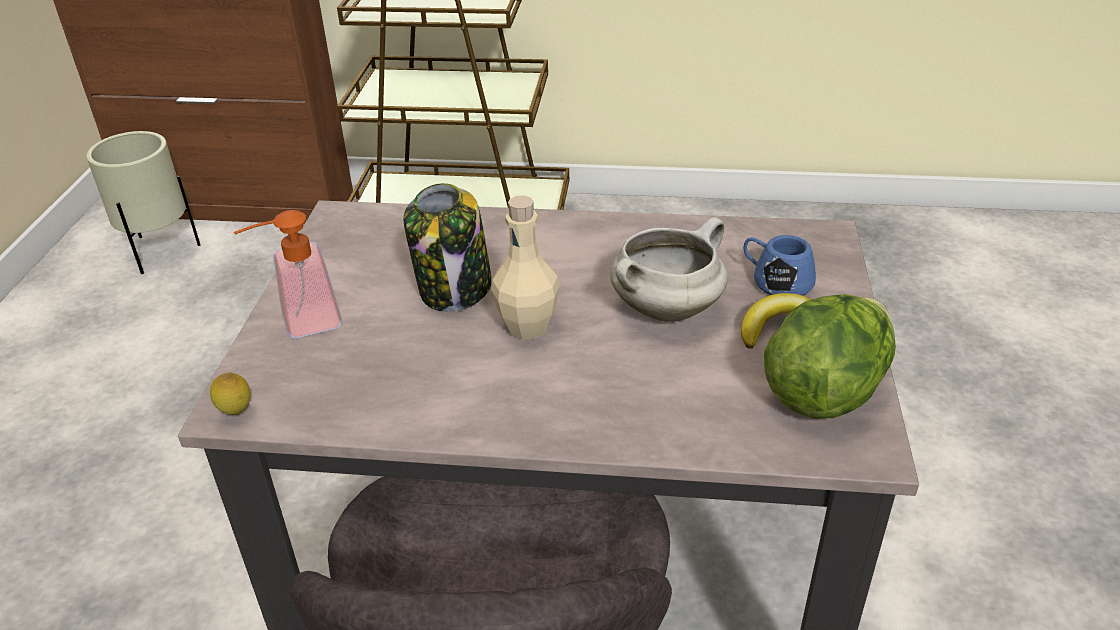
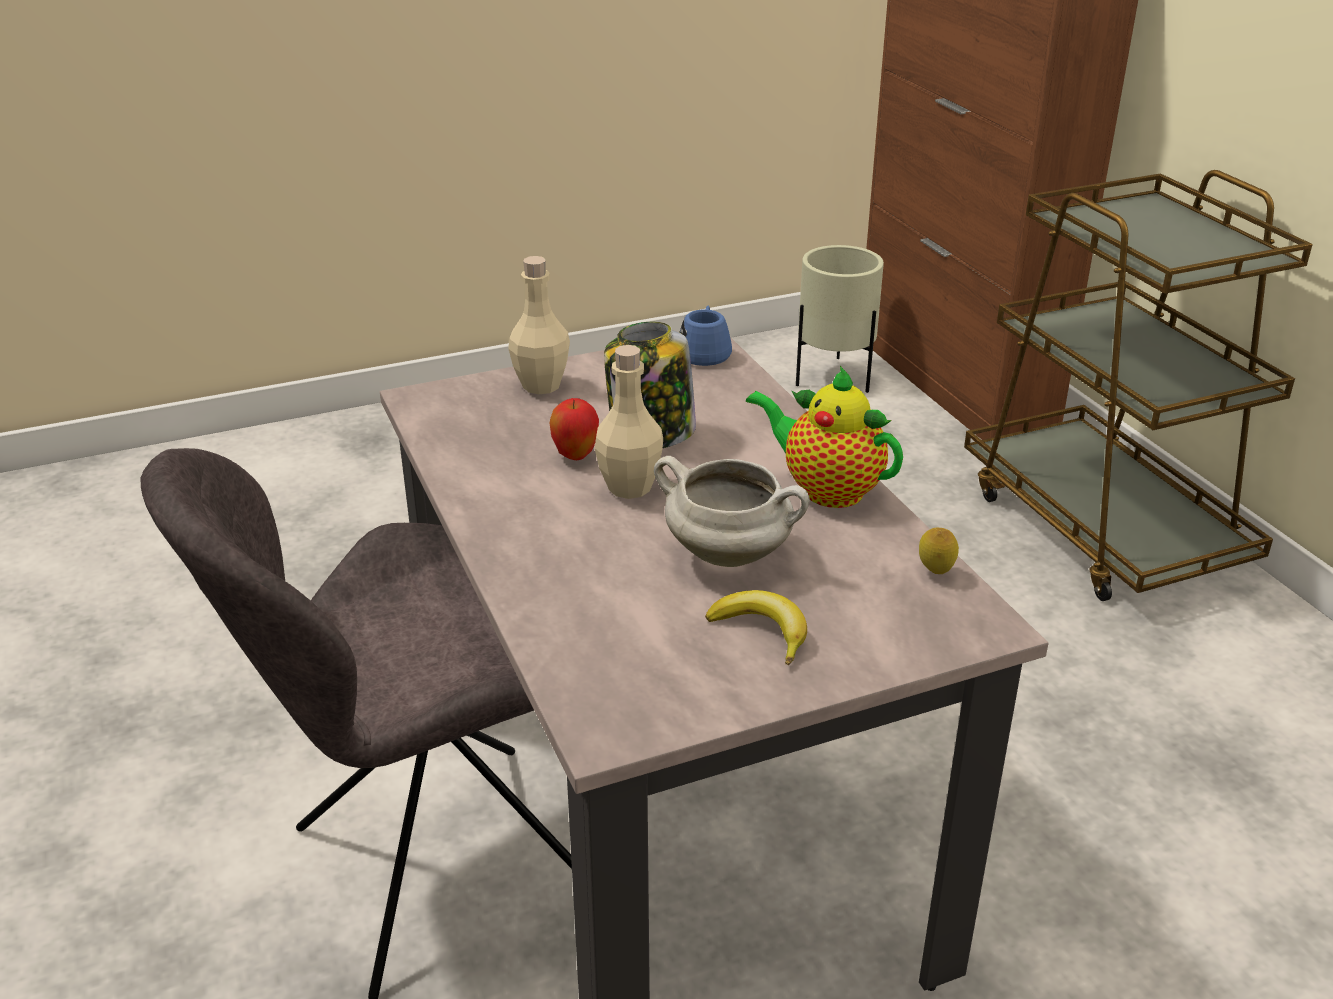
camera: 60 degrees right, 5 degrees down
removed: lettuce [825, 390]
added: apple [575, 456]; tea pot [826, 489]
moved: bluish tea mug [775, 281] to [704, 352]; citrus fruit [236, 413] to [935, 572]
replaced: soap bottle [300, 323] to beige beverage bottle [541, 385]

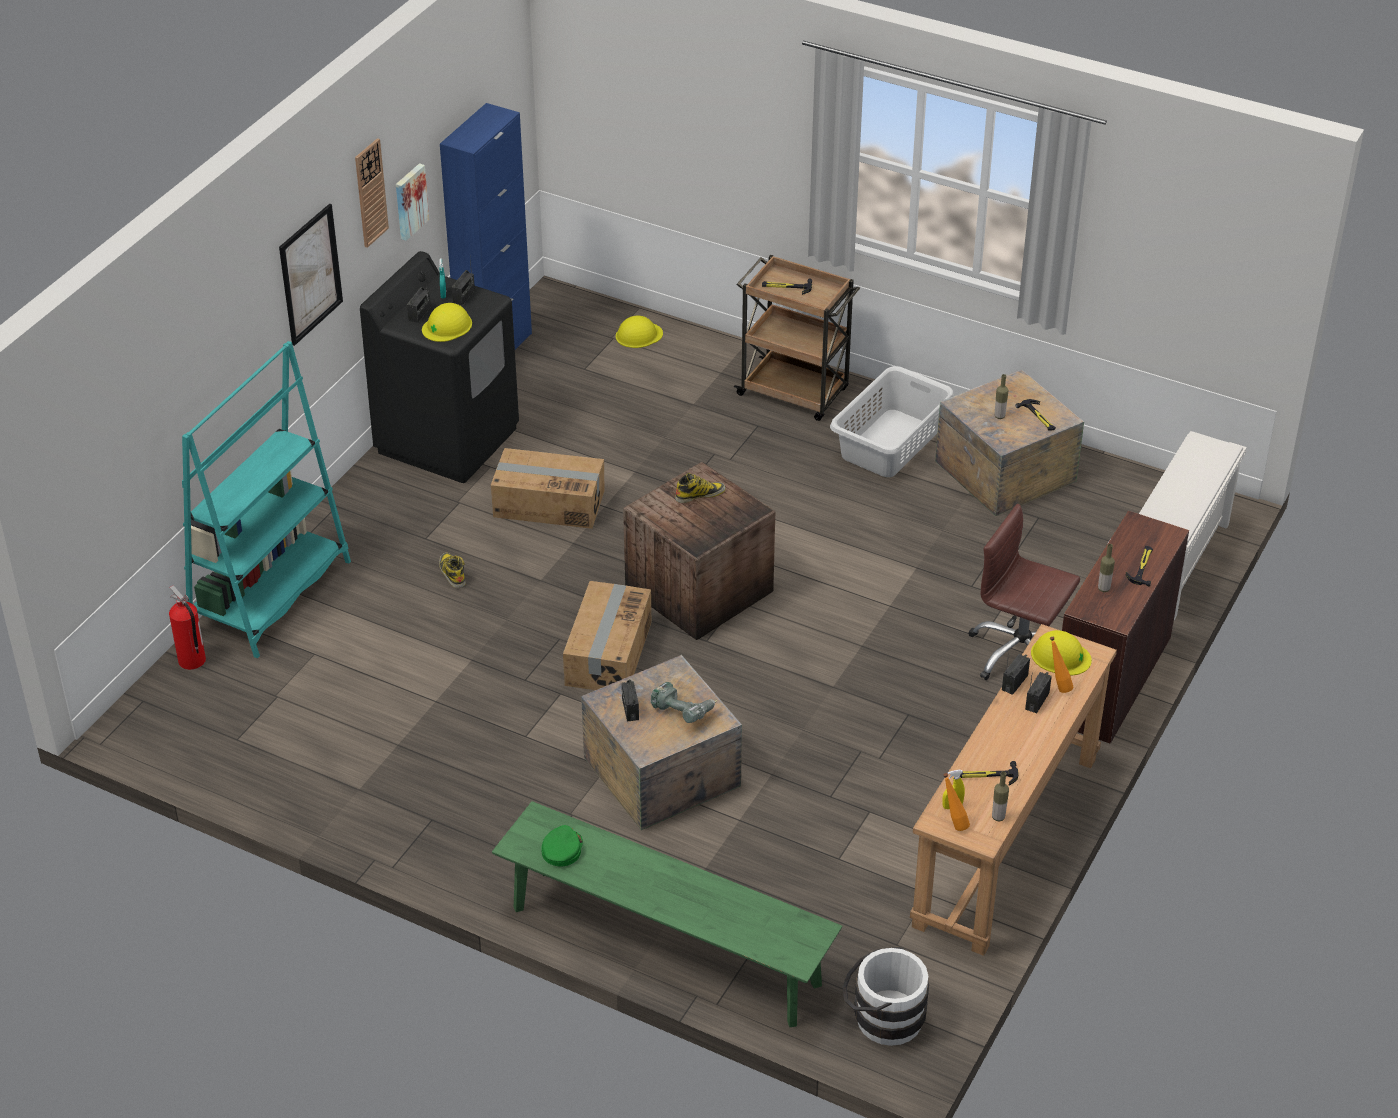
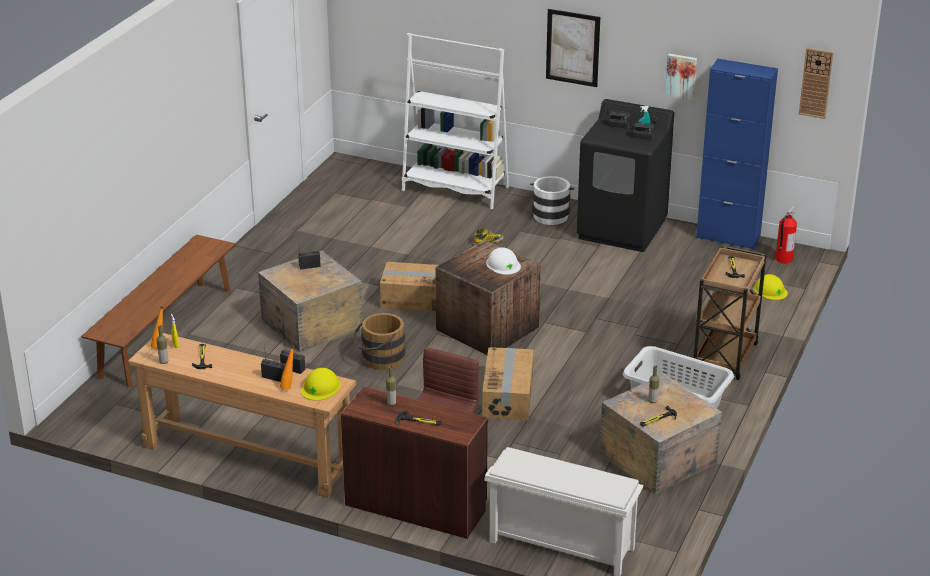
camera: 85 degrees right, 10 degrees down
removed: yellow-coloured work helmet [447, 326]; greenish peaked cap [562, 849]; power drill [684, 711]
added: brown-coloured bucket [380, 360]
moved: cardboard box [549, 503] to [508, 396]; whitish bucket [882, 1017] to [551, 214]; fire extinguisher [192, 661] to [783, 259]; clock on the wall [370, 193] to [816, 83]
replaced: boot [700, 494] to whitish work helmet [503, 264]
recoloured: greenish indoor bench [665, 946] to brown-coloured indoor bench [166, 332]; blue-green shelving unit [270, 597] to whitish shelving unit [455, 189]

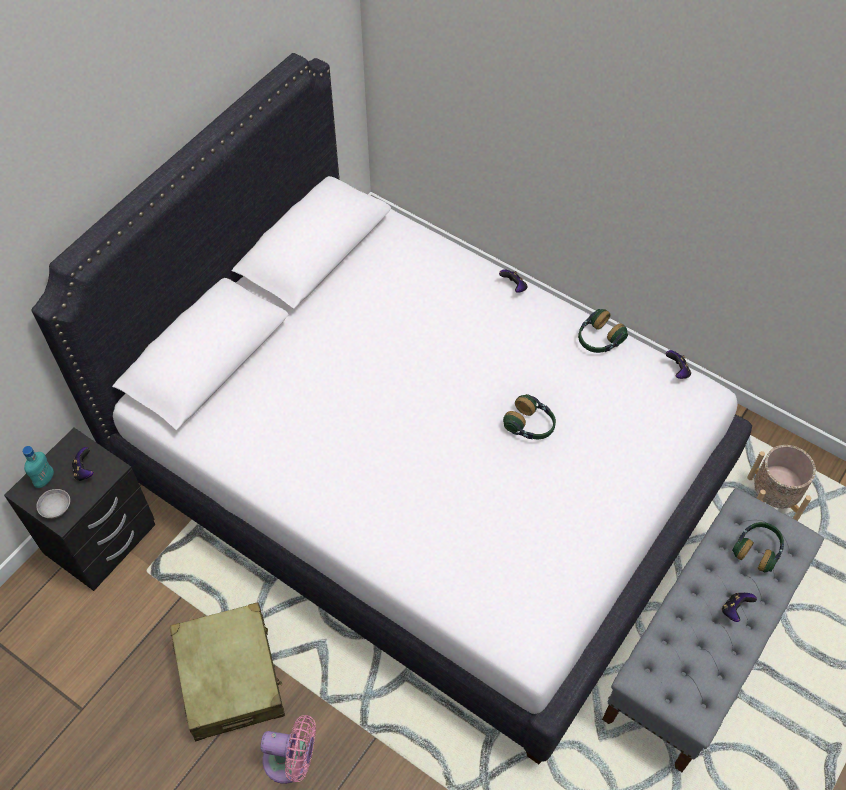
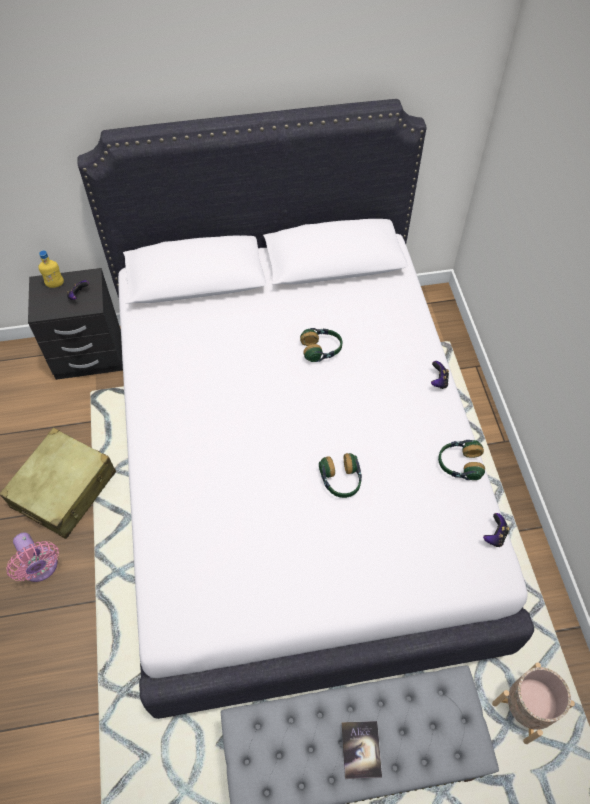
camera: 45 degrees right, 0 degrees up
removed: grey serving bowl [56, 508]
moved: pair of headphones [757, 550] to [321, 349]
replaced: game controller [734, 610] to book [361, 750]
recoloured: blue-green beverage bottle [45, 480] to yellow-coloured beverage bottle [55, 284]

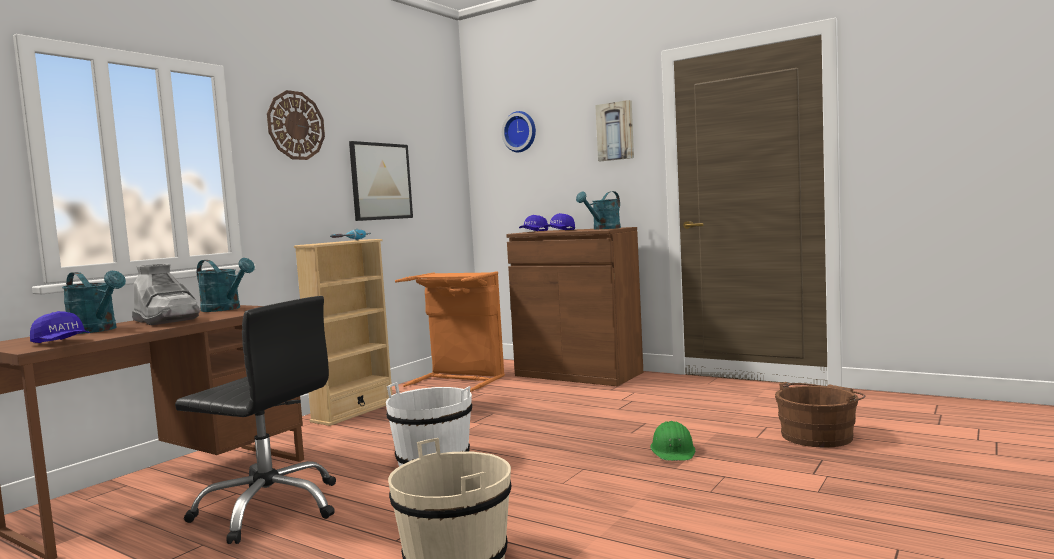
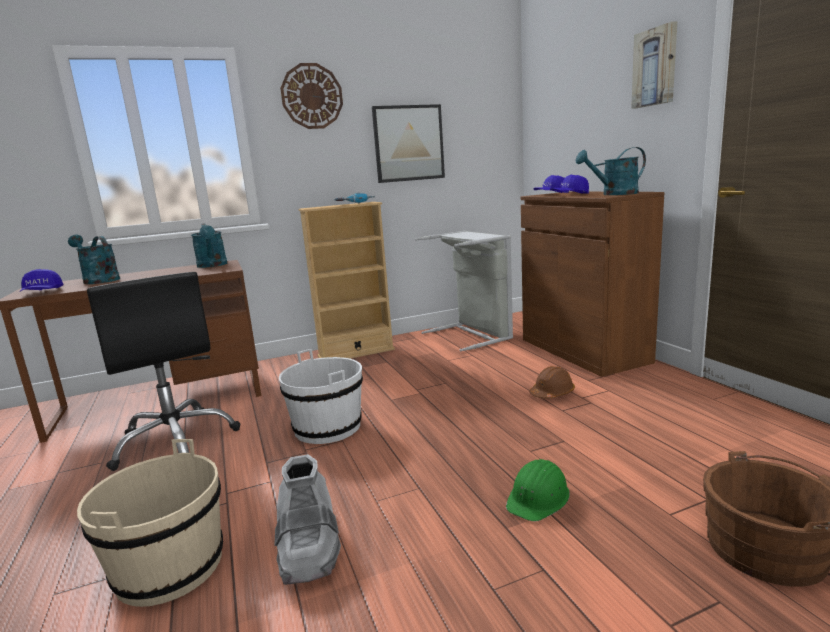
camera: 35 degrees right, 10 degrees up
removed: clock on the wall [520, 132]
added: brown-coloured work helmet [552, 393]
moved: grey boot [167, 321] to [309, 546]
recoloured: orange-coloured laundry basket [460, 379] to grey laundry basket [473, 334]
turned: blue-green watering pot [97, 330] = [98, 280] 150 degrees clockwise

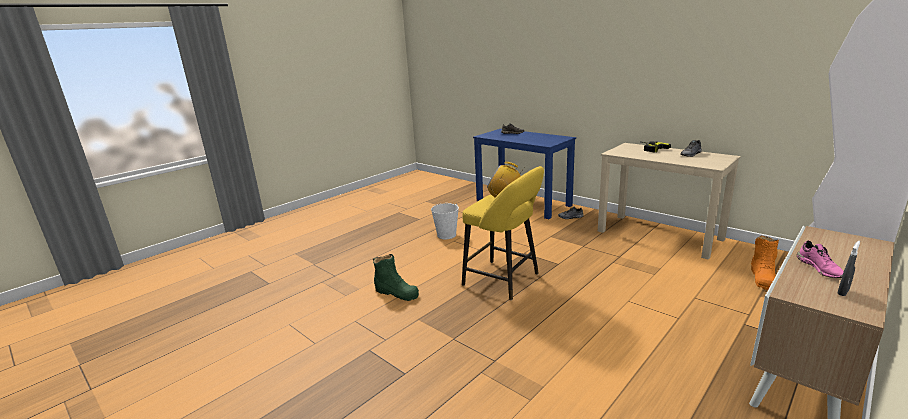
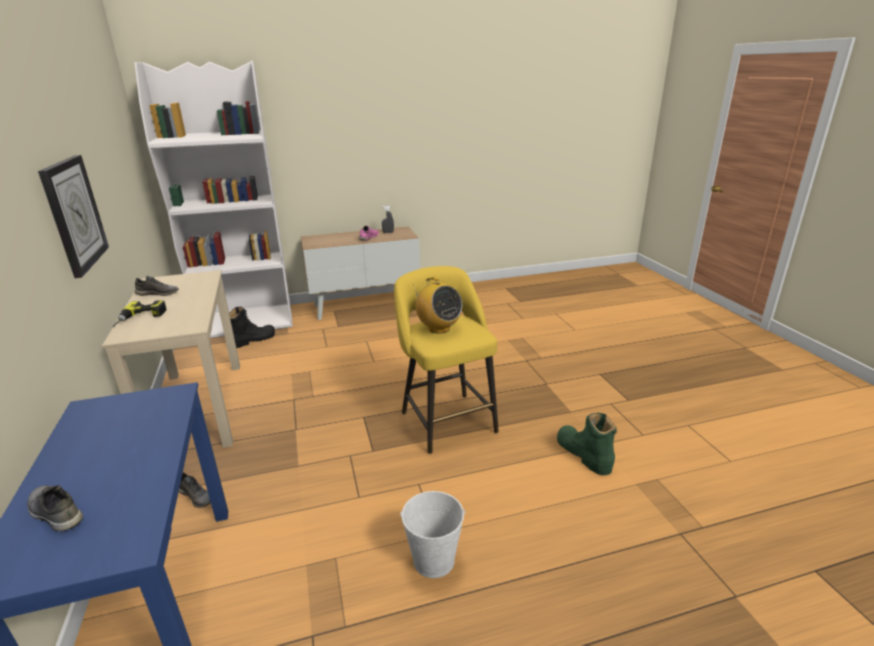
camera: 150 degrees left, 5 degrees up
added: clock on the wall [74, 214]
recoloured: orange-coloured boot [763, 278] to black-coloured boot [252, 340]

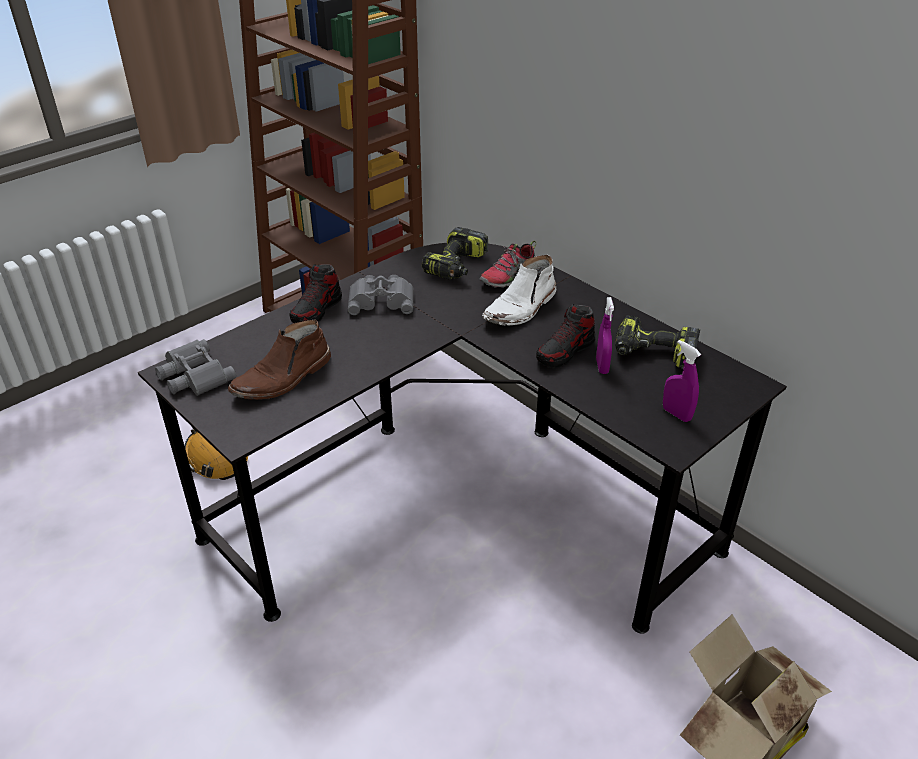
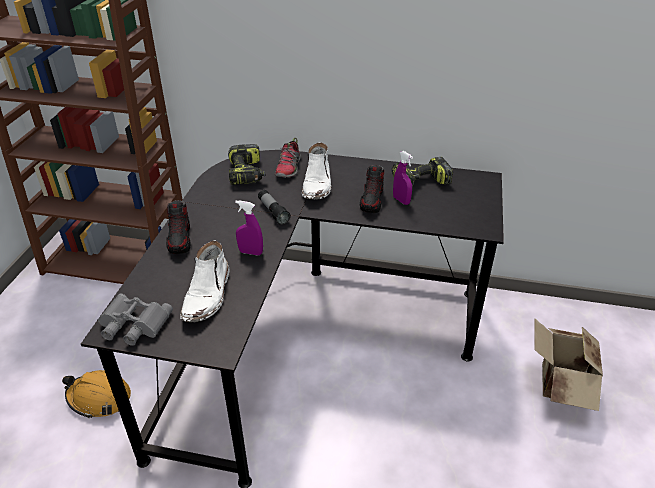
camera: 35 degrees left, 0 degrees up
removed: grey field glasses [382, 300]
added: flashlight [273, 212]
moved: purple hand sprayer [676, 414] to [250, 252]
recoloured: brown-coloured boot [283, 378] to whitish boot [208, 295]

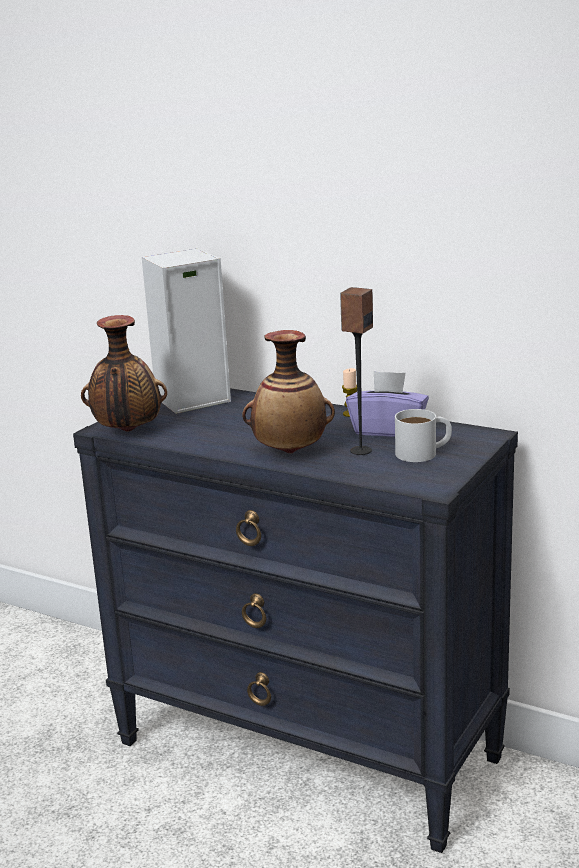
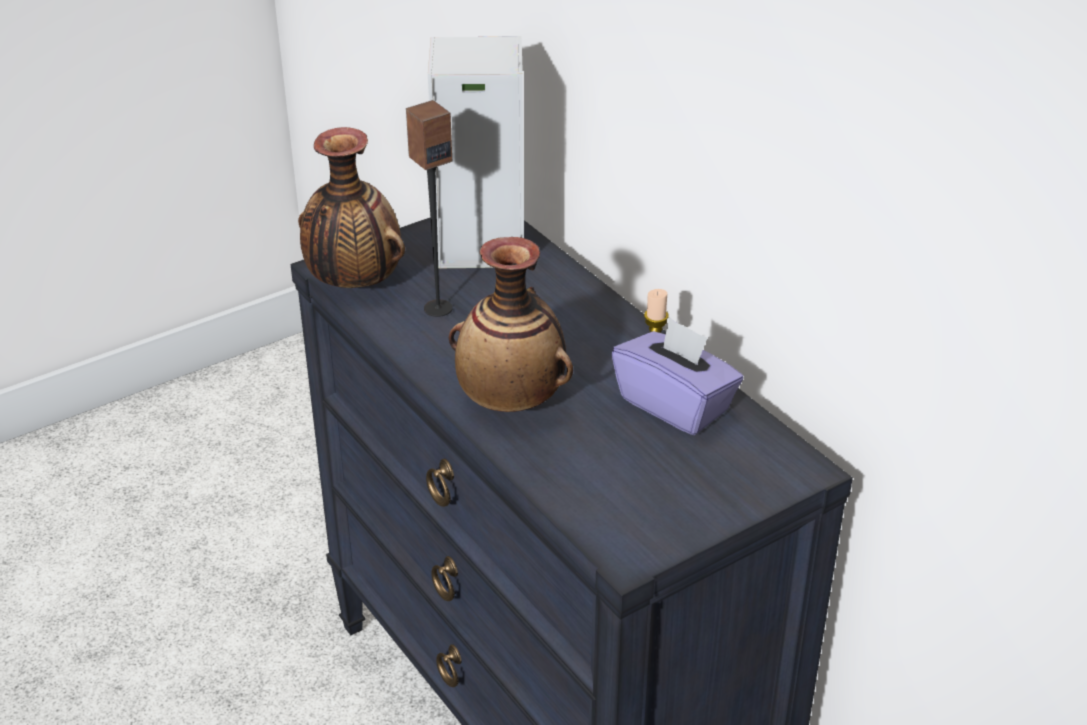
camera: 25 degrees right, 15 degrees up
removed: whitish tea mug [424, 452]
moved: speaker [360, 450] to [438, 308]

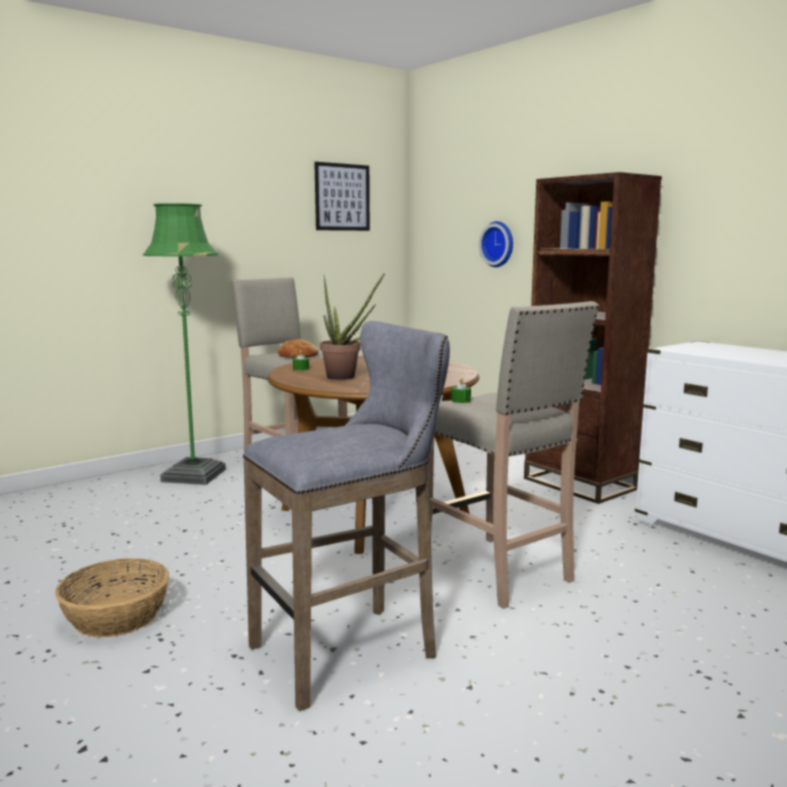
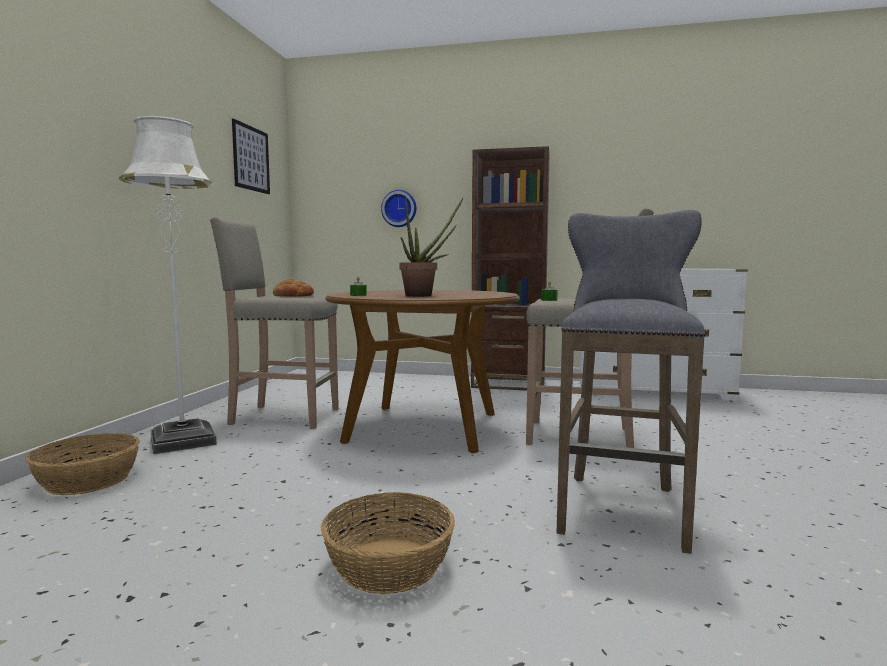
camera: 40 degrees left, 5 degrees down
added: storage basket [89, 480]
recoloured: greenish standing lamp [194, 475] to whitish standing lamp [183, 441]

